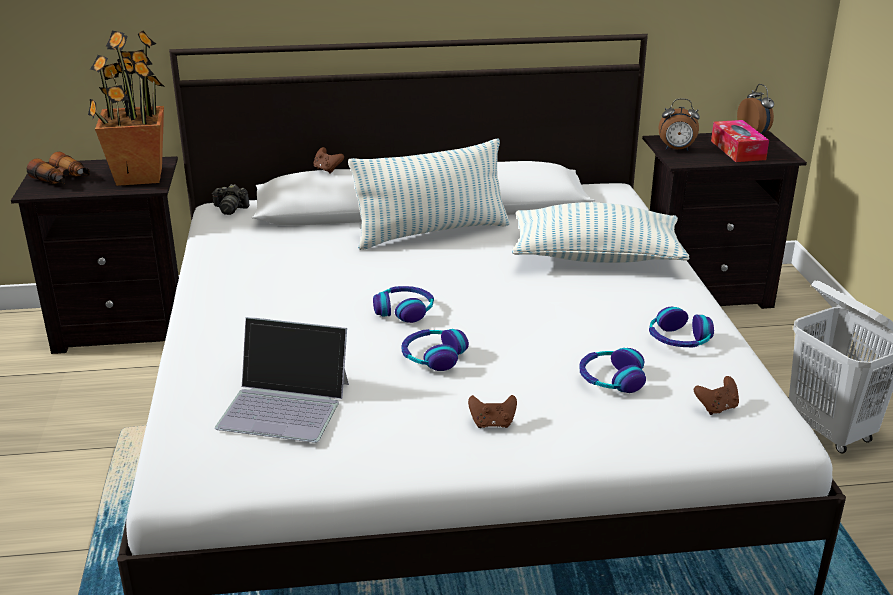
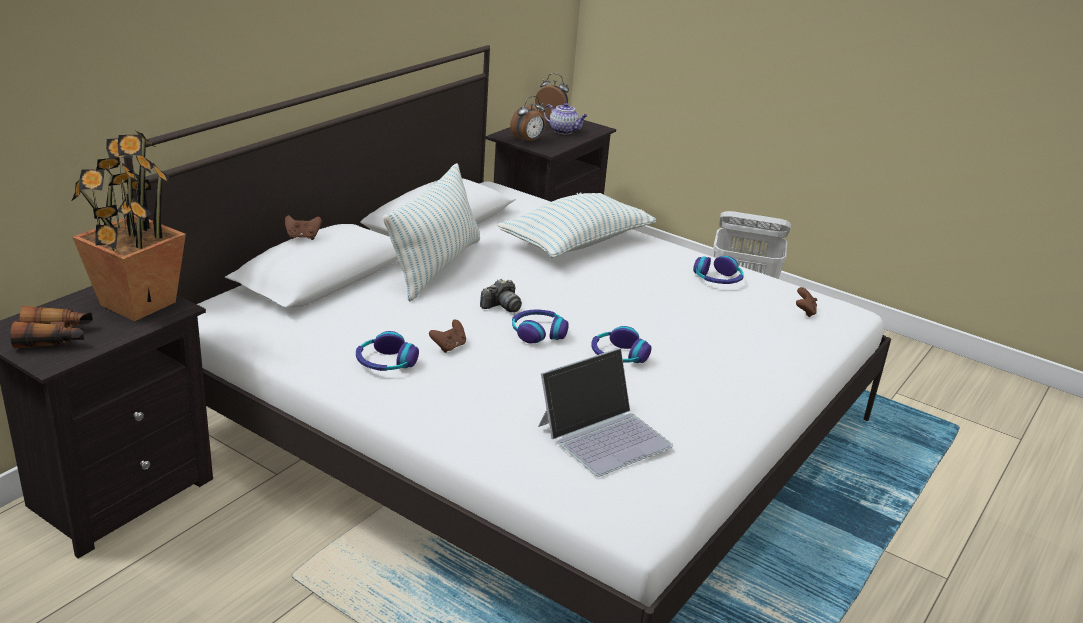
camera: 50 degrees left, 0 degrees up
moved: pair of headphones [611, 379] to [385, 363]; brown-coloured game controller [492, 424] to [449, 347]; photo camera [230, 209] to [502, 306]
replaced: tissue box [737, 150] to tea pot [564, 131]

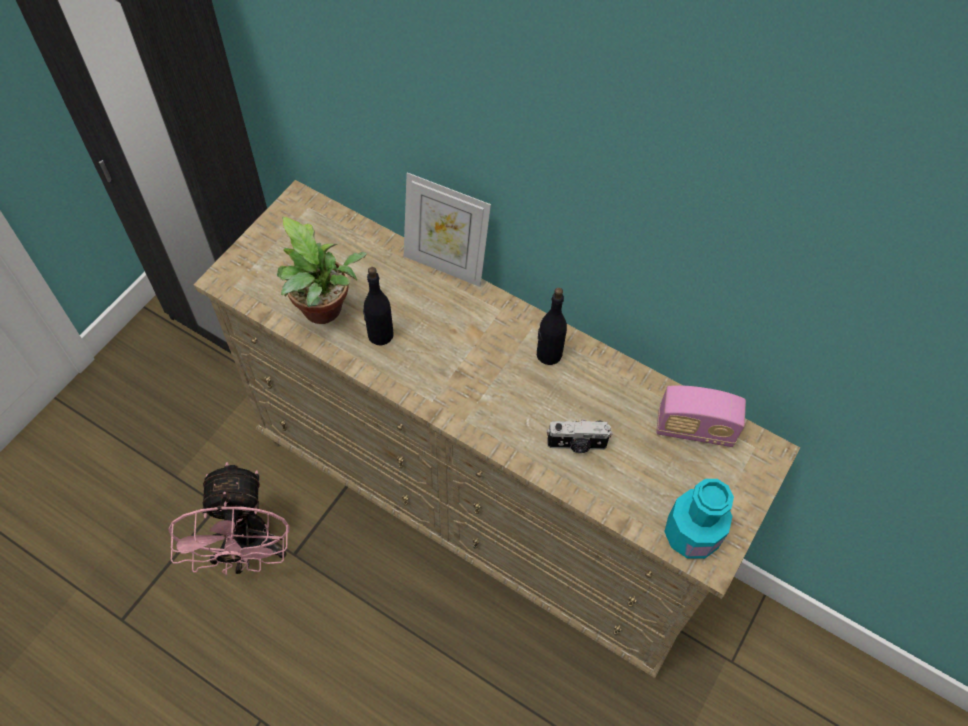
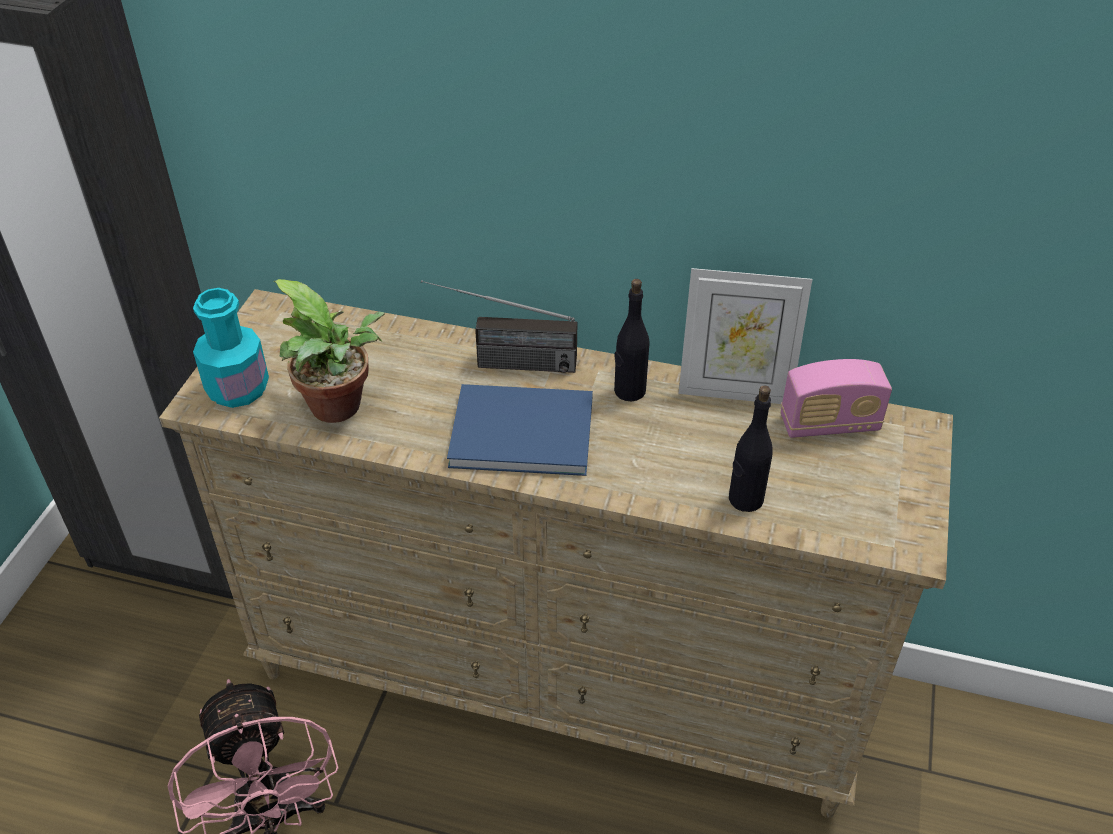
camera: 15 degrees left, 15 degrees down
removed: photo camera [577, 445]
added: radio [500, 362]; bluish book [518, 429]
moved: blue-green beverage bottle [691, 534] to [238, 389]; photo frame [445, 264] to [734, 391]; black-coloured beverage bottle [380, 335] to [745, 499]

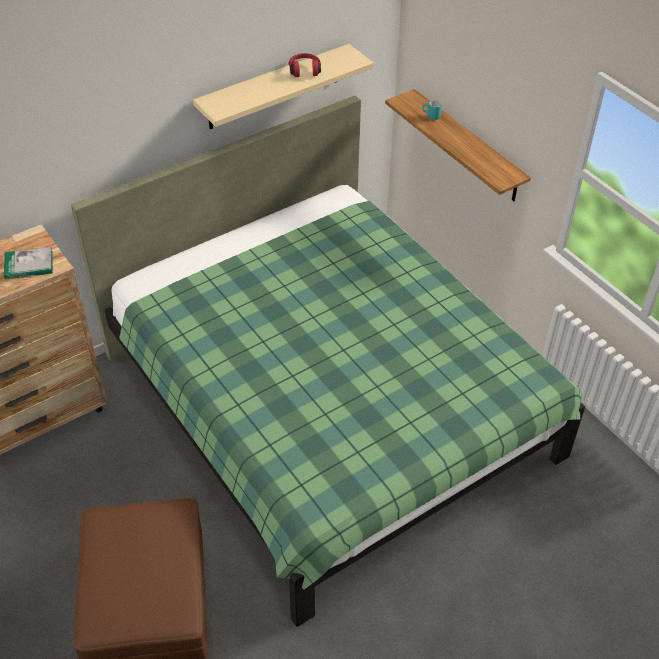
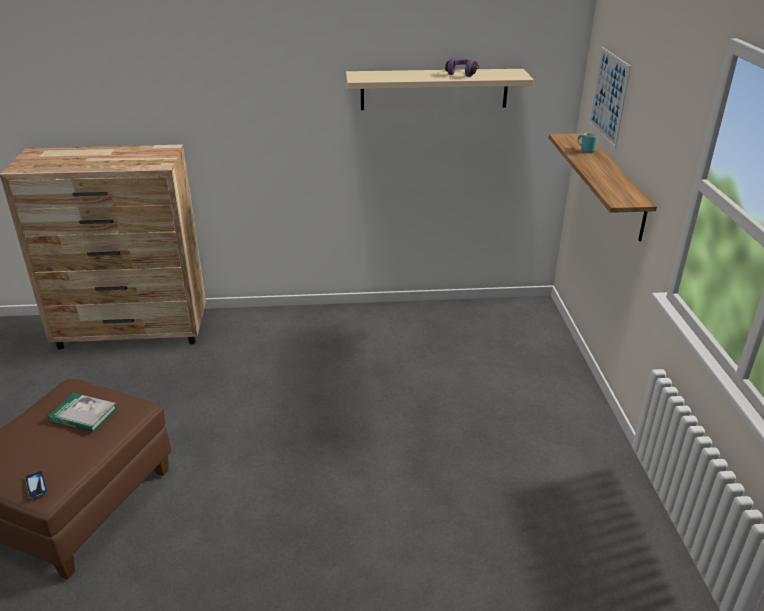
camera: 30 degrees right, 15 degrees down
removed: greenish sleeping bed [328, 406]
added: telephone [36, 485]; wall picture [608, 96]
moved: book [29, 265] to [83, 414]
recoloured: reddish pair of headphones [304, 70] to purple pair of headphones [462, 73]

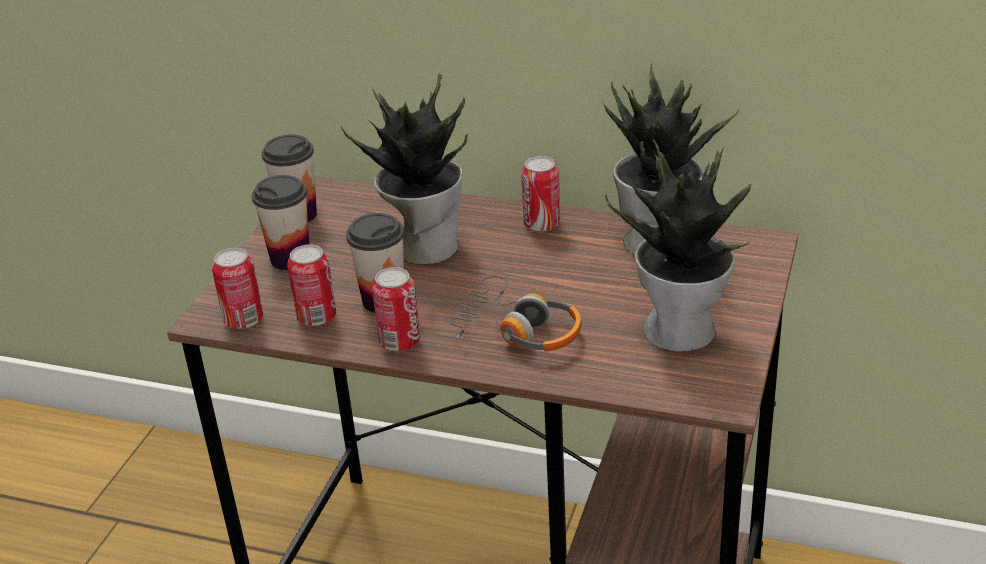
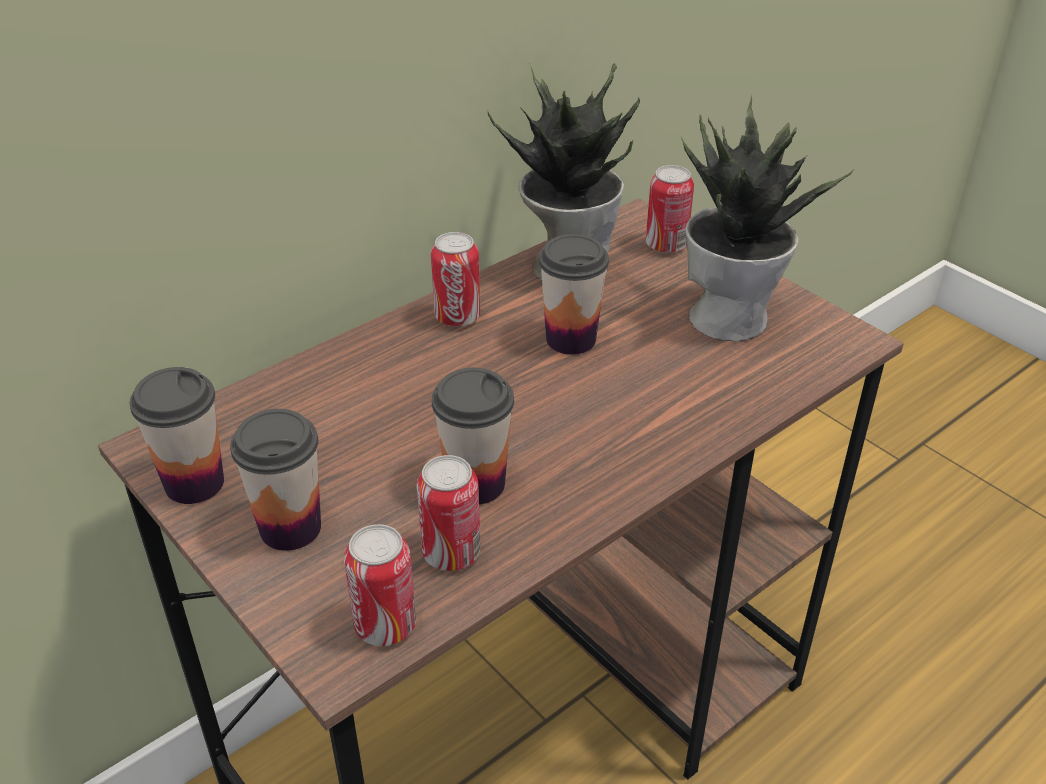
camera: 60 degrees left, 5 degrees up
removed: houseplant [424, 245]; pair of headphones [518, 330]
added: drinking cup [571, 339]
moved: sealed can [400, 342] to [666, 245]

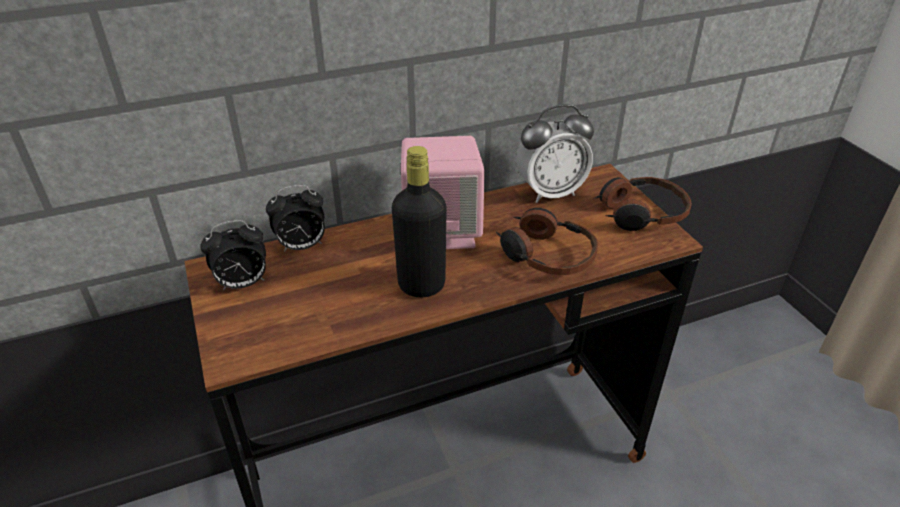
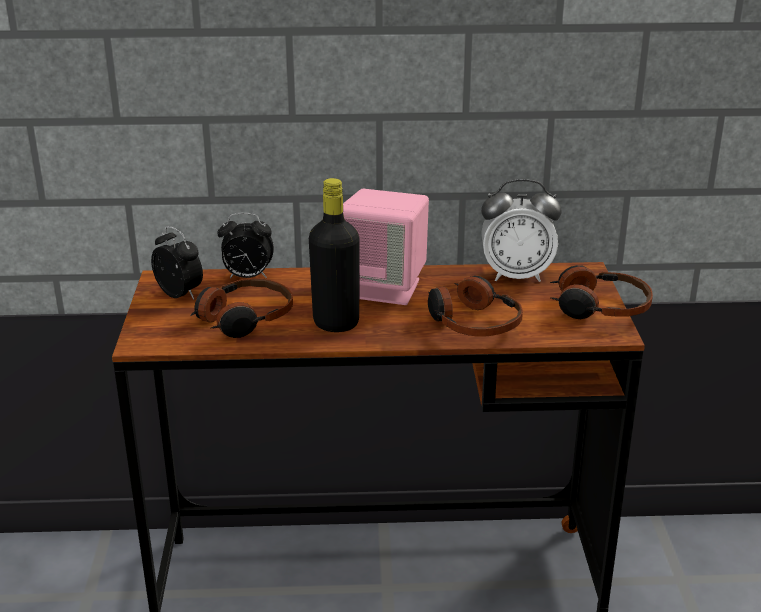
camera: 20 degrees right, 10 degrees down
added: pair of headphones [243, 319]
turned: table clock [242, 284] = [181, 294] 135 degrees counterclockwise

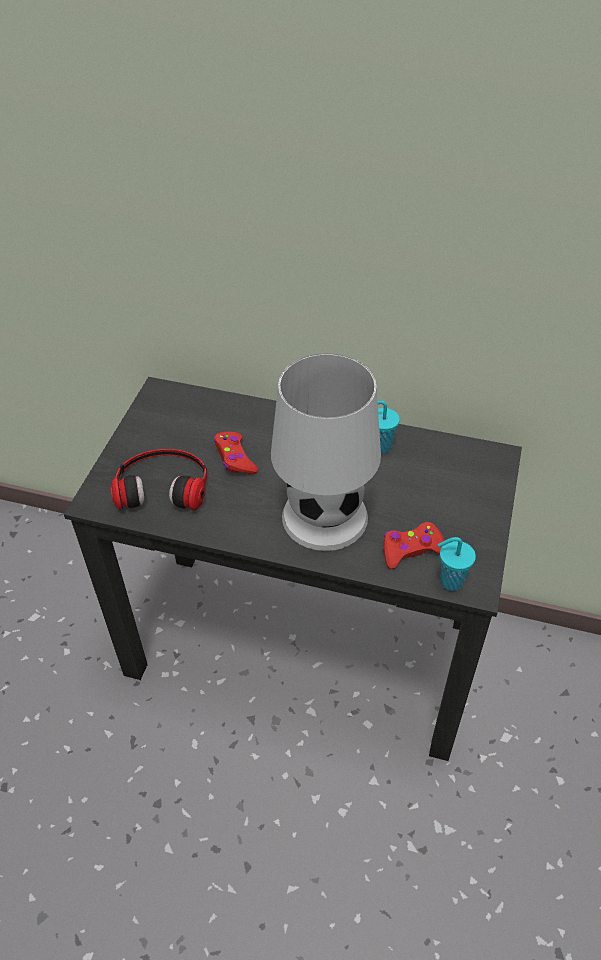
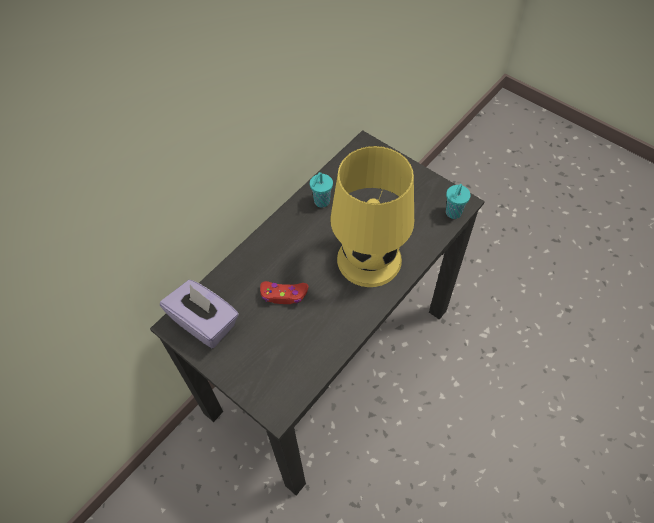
camera: 65 degrees left, 10 degrees up
removed: pair of headphones [162, 484]; reddish game controller [411, 550]
added: purple tissue box [205, 322]
recoloured: whitish tabletop lamp [324, 517] to yellow-coloured tabletop lamp [369, 260]

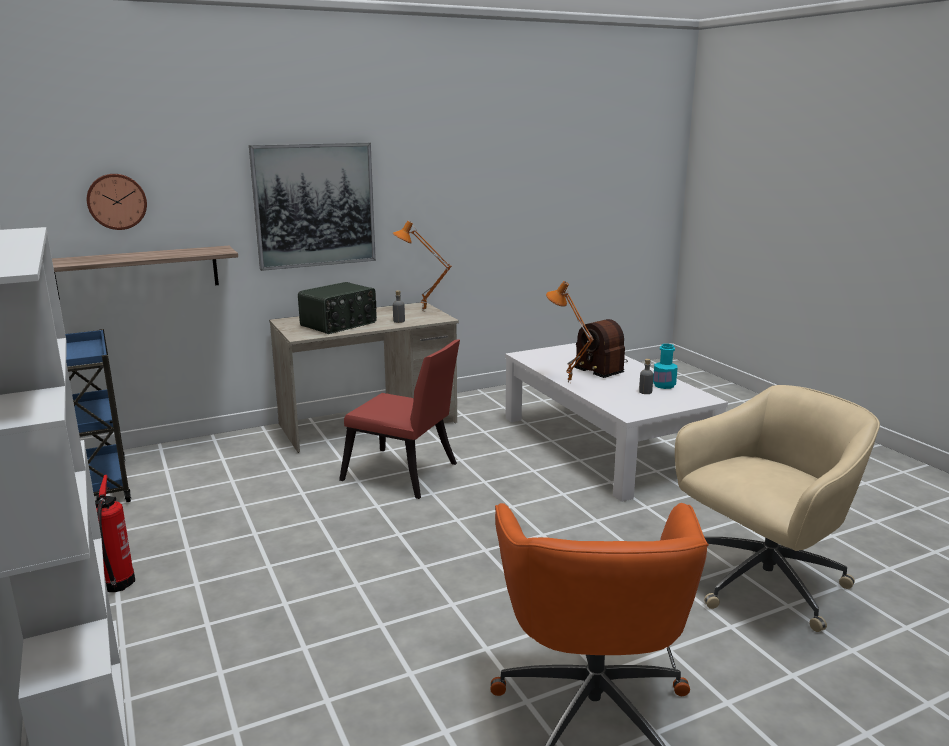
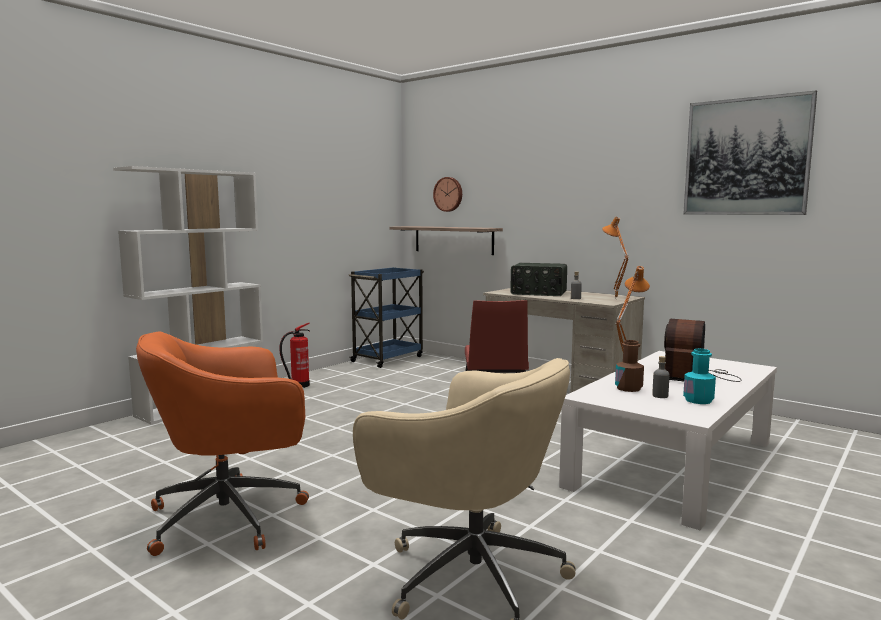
camera: 65 degrees right, 10 degrees down
added: brown-coloured beverage bottle [628, 388]
moved: wall picture [314, 205] to [746, 157]

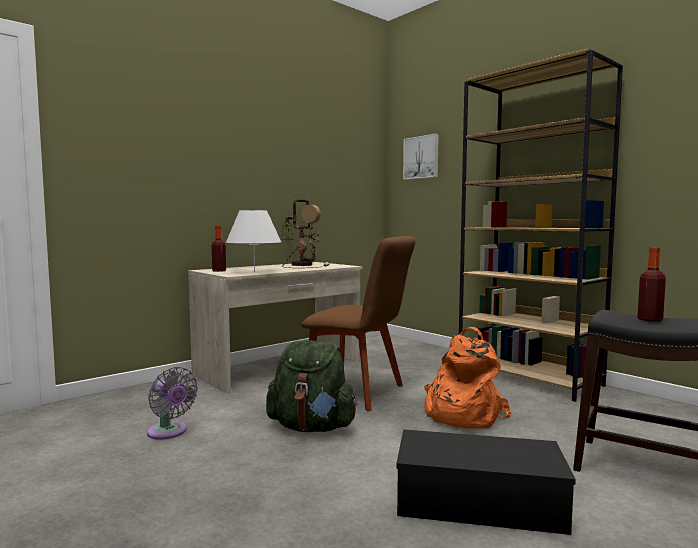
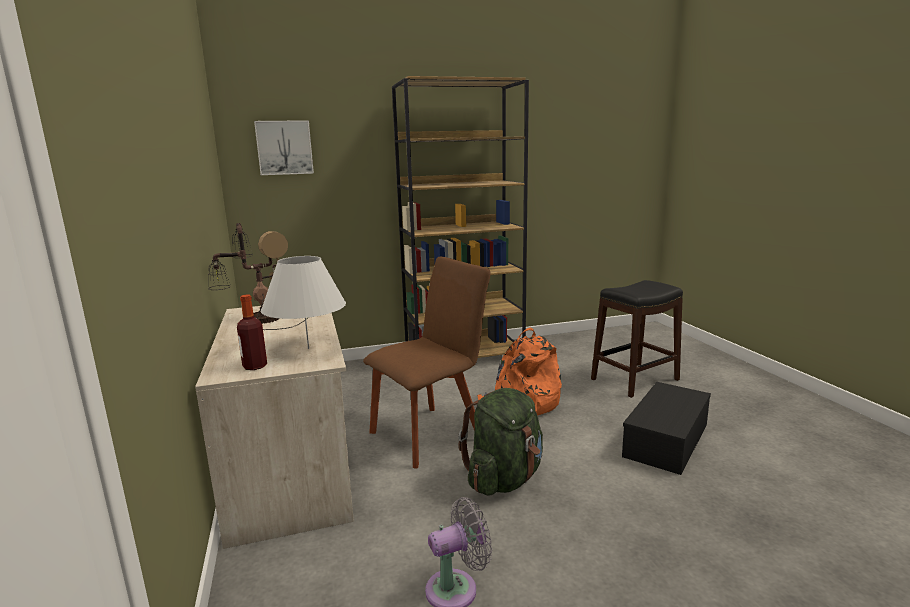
camera: 65 degrees left, 10 degrees up
removed: beverage bottle [650, 320]

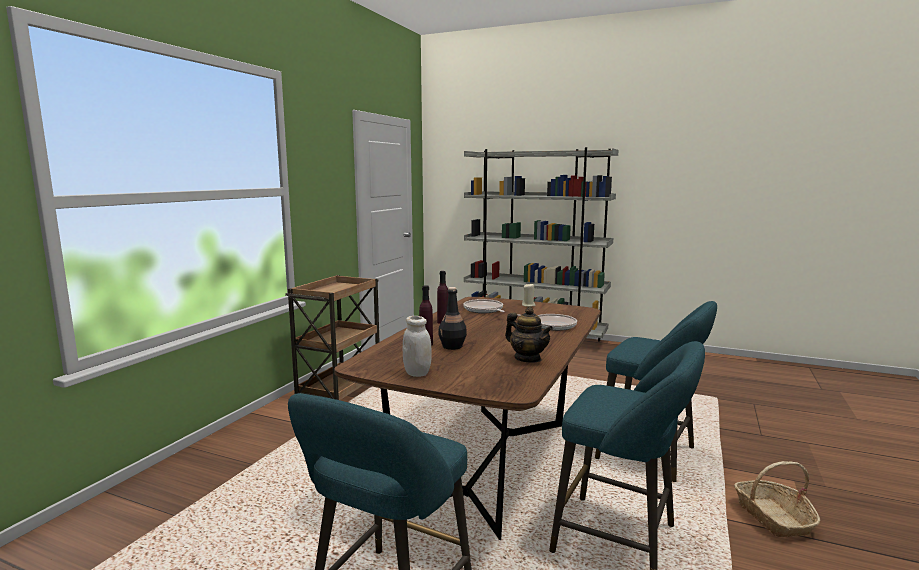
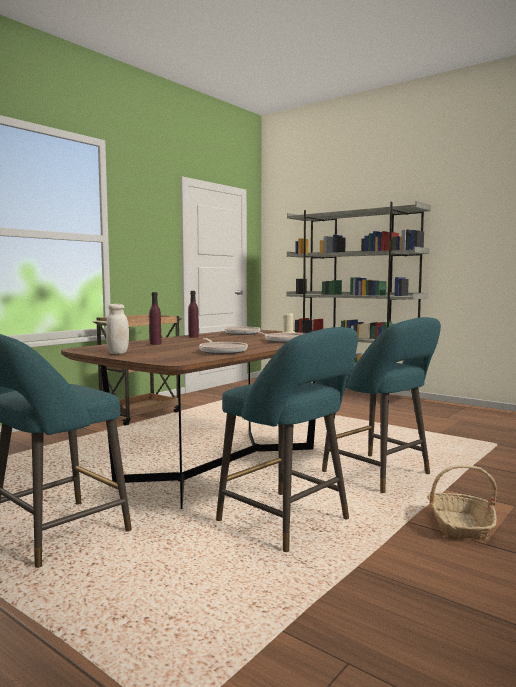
camera: 15 degrees right, 5 degrees down
removed: black-coloured beverage bottle [452, 346]
replaced: tea pot [527, 359] to pan [222, 351]

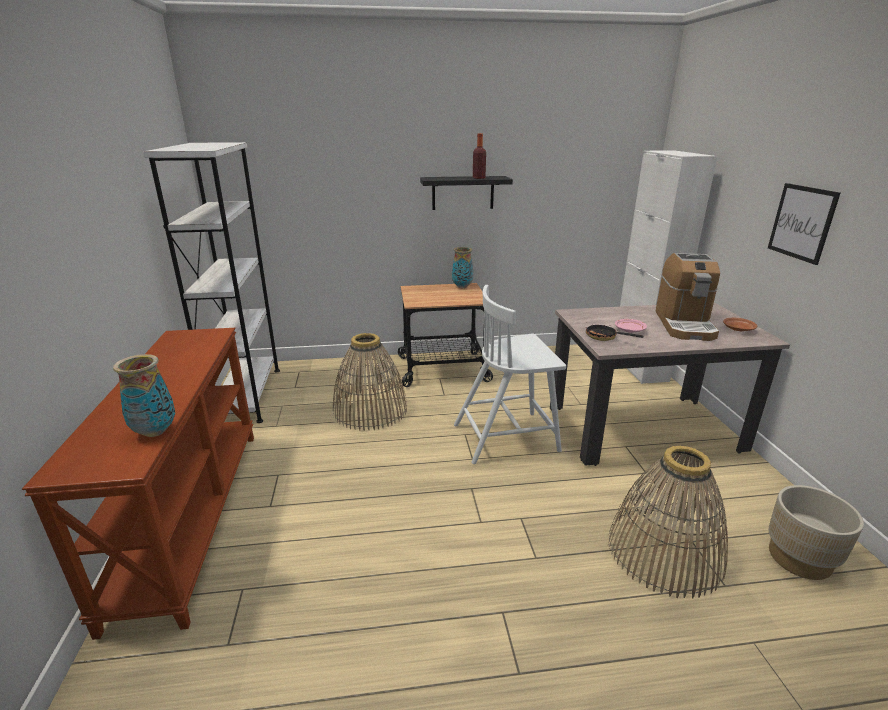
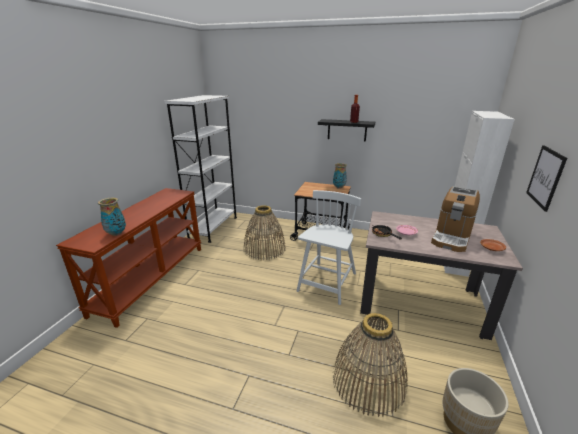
camera: 25 degrees right, 0 degrees up
turned: whitish upright chair [507, 437] = [327, 283] 105 degrees clockwise

